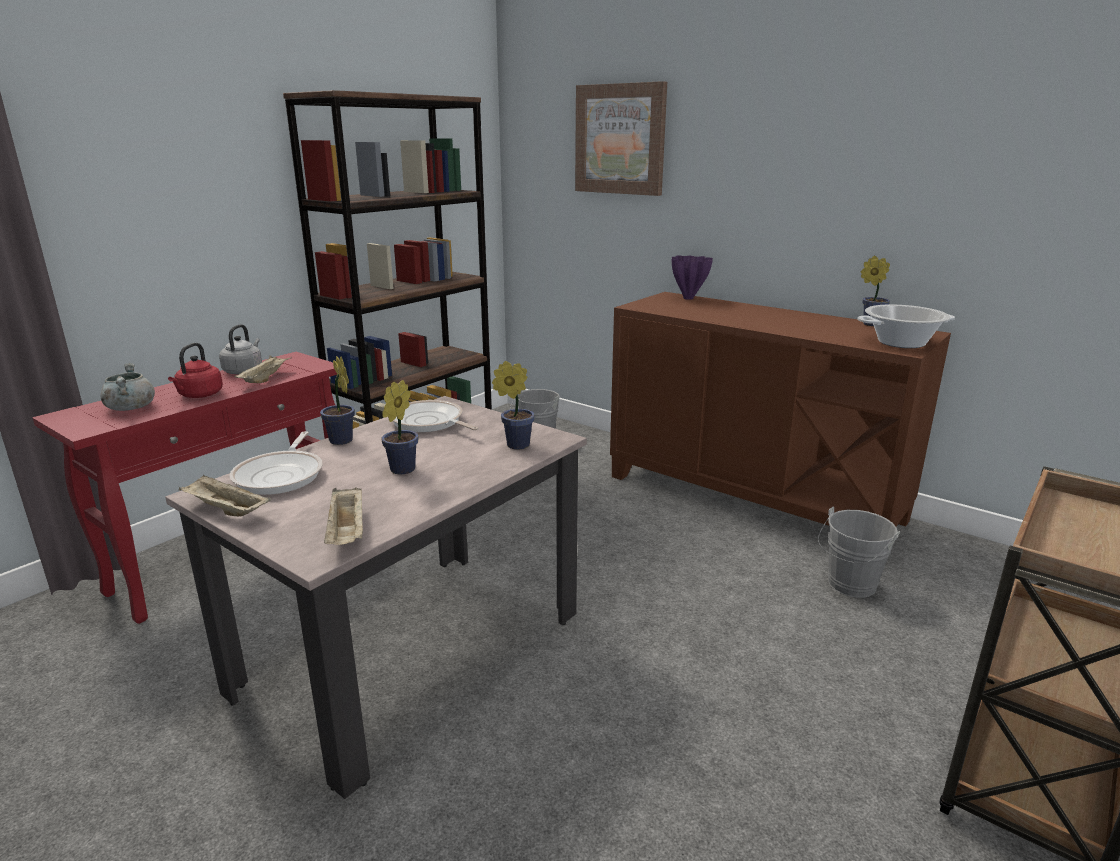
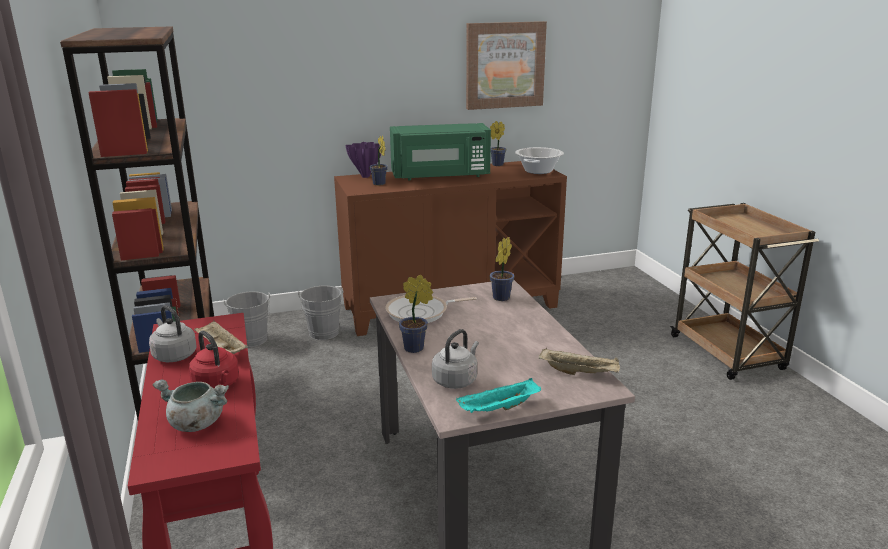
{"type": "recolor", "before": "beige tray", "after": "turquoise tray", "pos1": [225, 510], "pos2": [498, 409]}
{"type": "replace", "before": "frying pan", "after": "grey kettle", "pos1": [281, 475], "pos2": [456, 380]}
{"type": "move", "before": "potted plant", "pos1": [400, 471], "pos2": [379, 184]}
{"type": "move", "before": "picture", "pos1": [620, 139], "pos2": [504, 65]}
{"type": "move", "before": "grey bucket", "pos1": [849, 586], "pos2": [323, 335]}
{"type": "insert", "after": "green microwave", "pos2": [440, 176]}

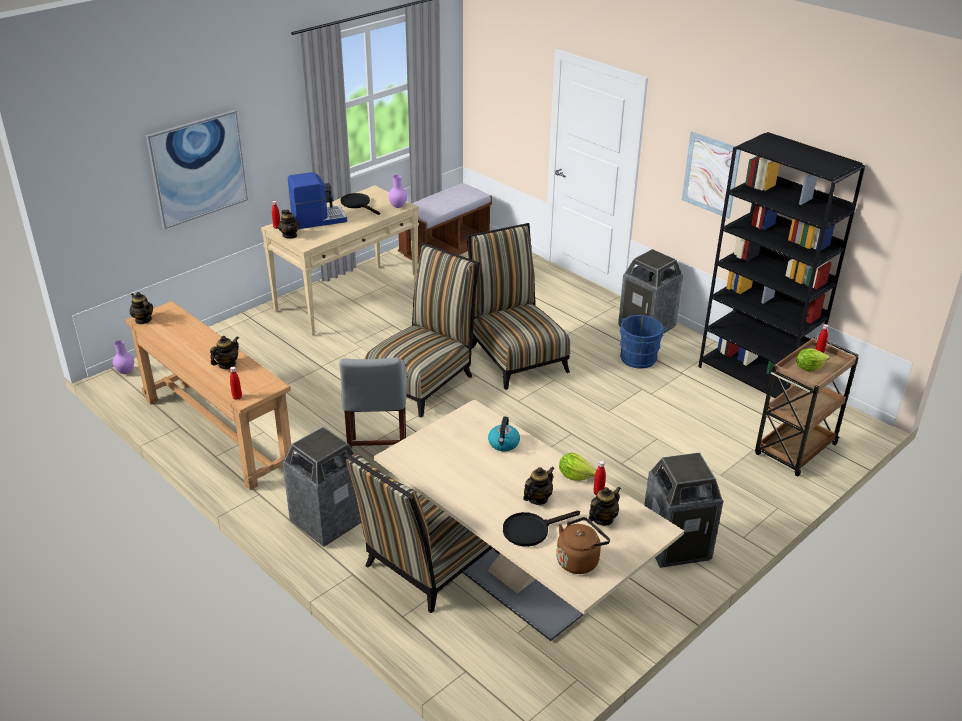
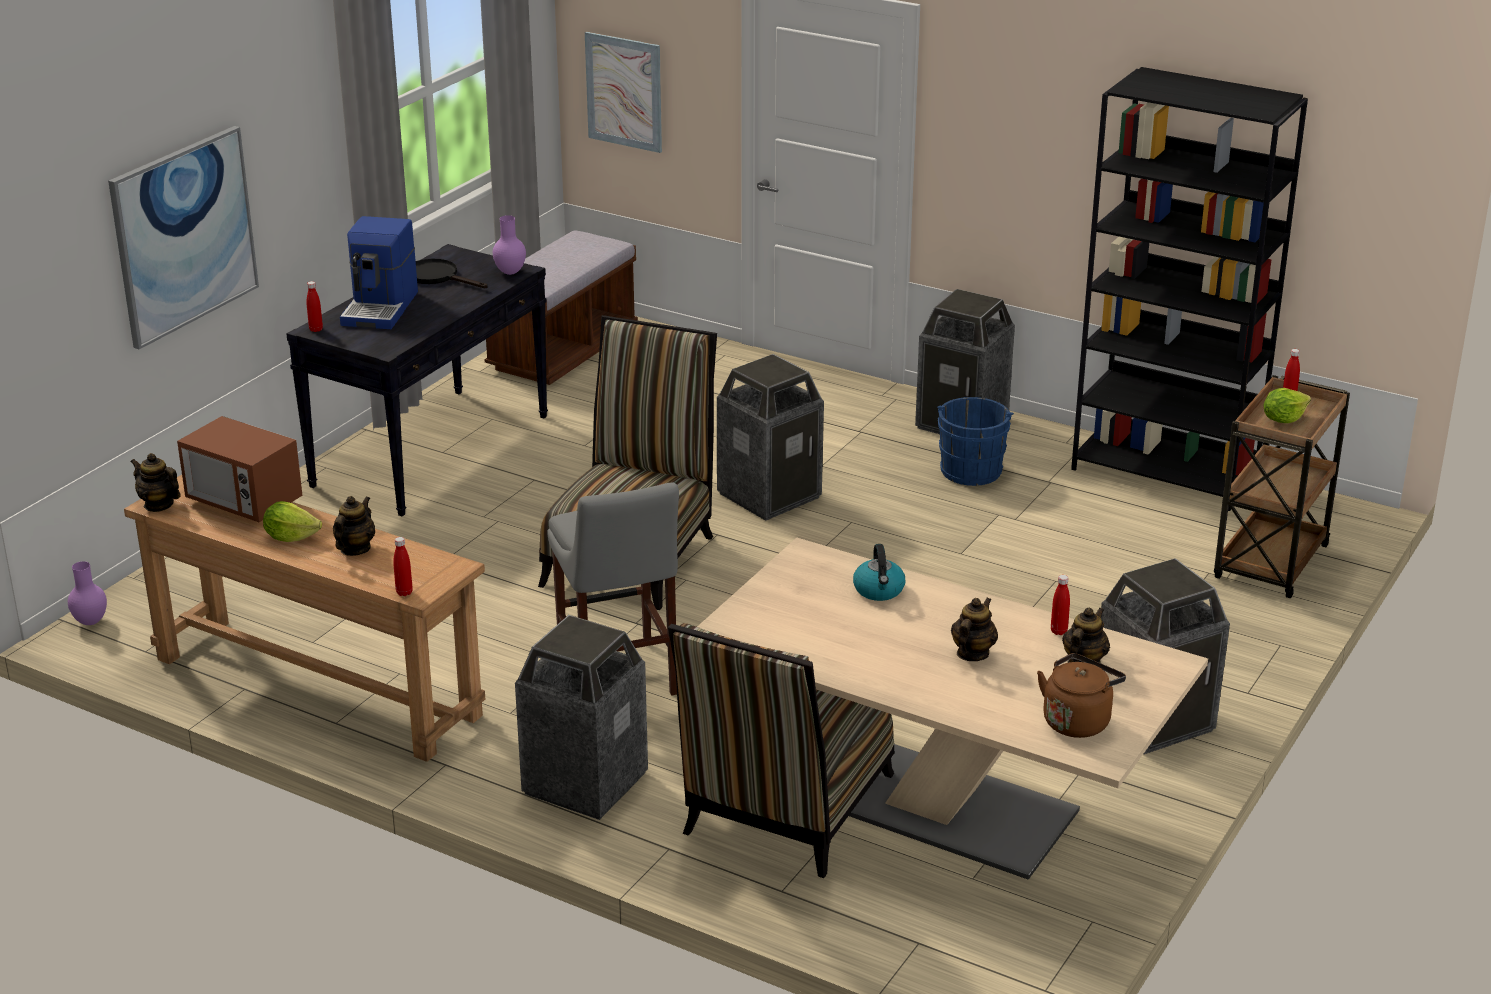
{"type": "recolor", "before": "beige console table", "after": "black console table", "pos1": [347, 298], "pos2": [431, 450]}
{"type": "delete", "before": "teapot", "pos1": [290, 235]}
{"type": "rotate", "before": "coffee machine", "pos1": [318, 219], "pos2": [381, 308], "turn": 135}
{"type": "replace", "before": "chair", "after": "trash can", "pos1": [515, 355], "pos2": [769, 495]}
{"type": "delete", "before": "black frying pan", "pos1": [531, 530]}
{"type": "move", "before": "lettuce", "pos1": [575, 476], "pos2": [291, 537]}
{"type": "move", "before": "picture", "pos1": [711, 174], "pos2": [624, 91]}
{"type": "insert", "after": "microwave", "pos2": [244, 502]}

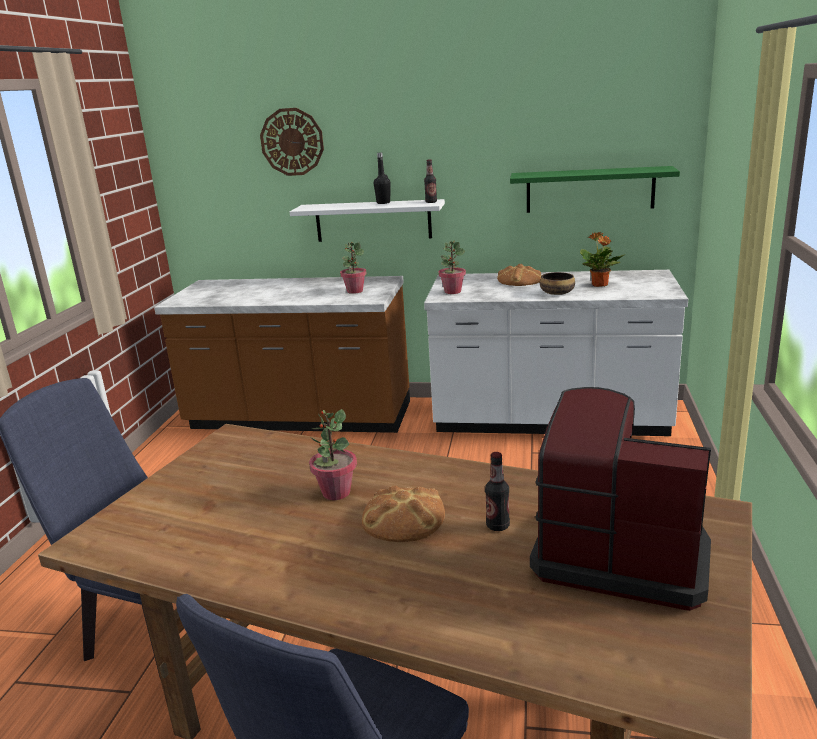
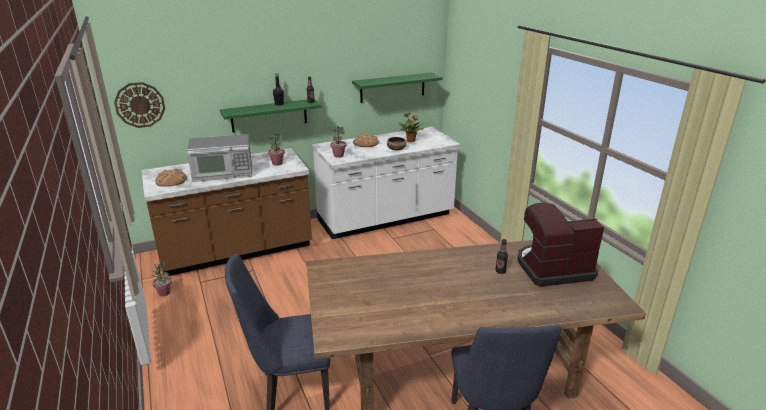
{"type": "move", "before": "wall clock", "pos1": [292, 142], "pos2": [140, 105]}
{"type": "recolor", "before": "white shelf", "after": "green shelf", "pos1": [373, 221], "pos2": [269, 115]}
{"type": "move", "before": "potted plant", "pos1": [336, 492], "pos2": [164, 293]}
{"type": "move", "before": "bread", "pos1": [404, 518], "pos2": [171, 180]}
{"type": "insert", "after": "microwave", "pos2": [223, 173]}

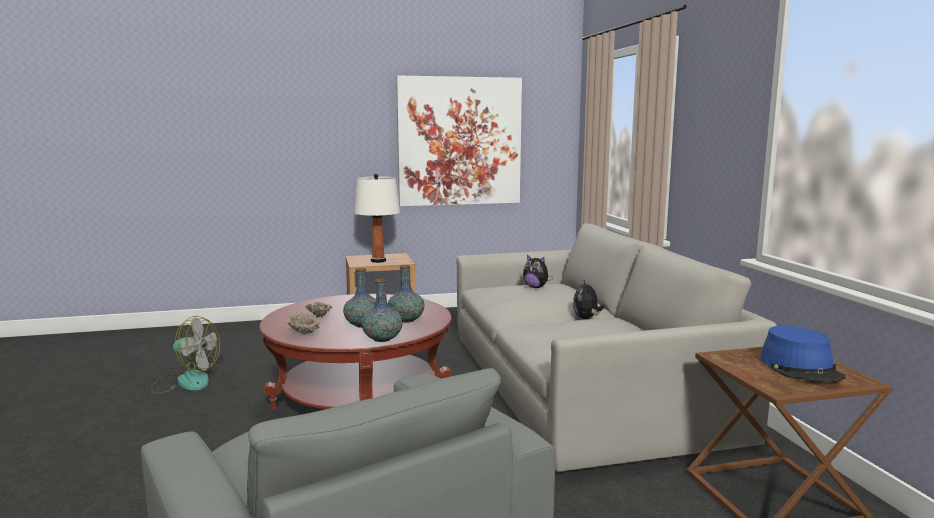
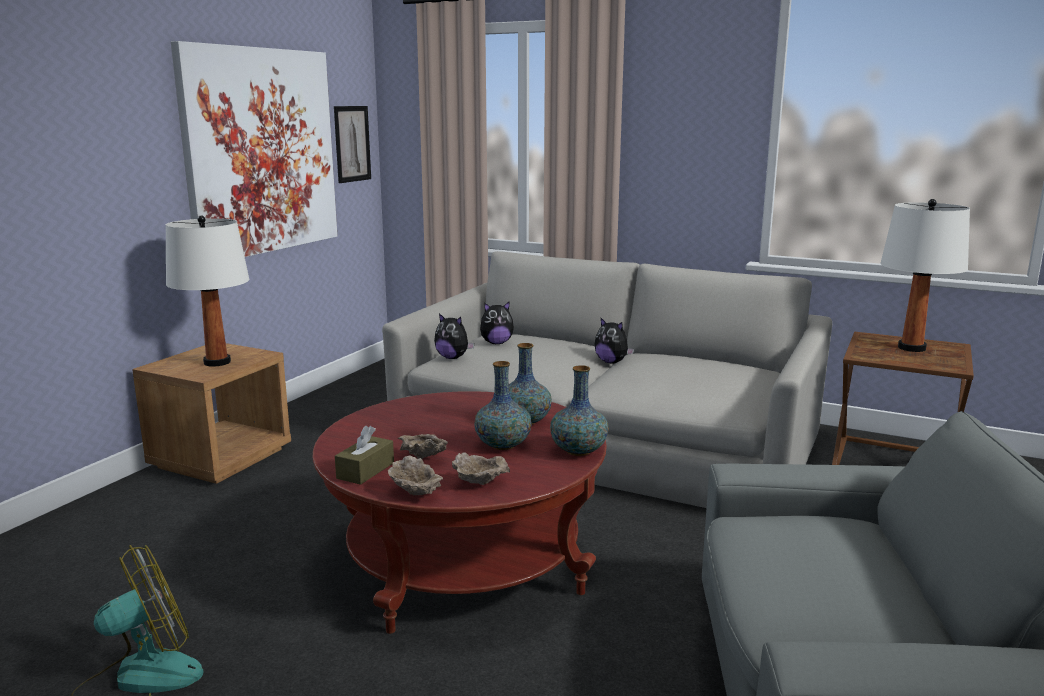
{"type": "replace", "before": "blue hat", "after": "white table lamp", "pos1": [801, 367], "pos2": [911, 348]}
{"type": "insert", "after": "picture", "pos2": [352, 144]}
{"type": "insert", "after": "brown tissue box", "pos2": [365, 470]}
{"type": "insert", "after": "beige bowl", "pos2": [415, 494]}
{"type": "insert", "after": "plush toy", "pos2": [453, 357]}

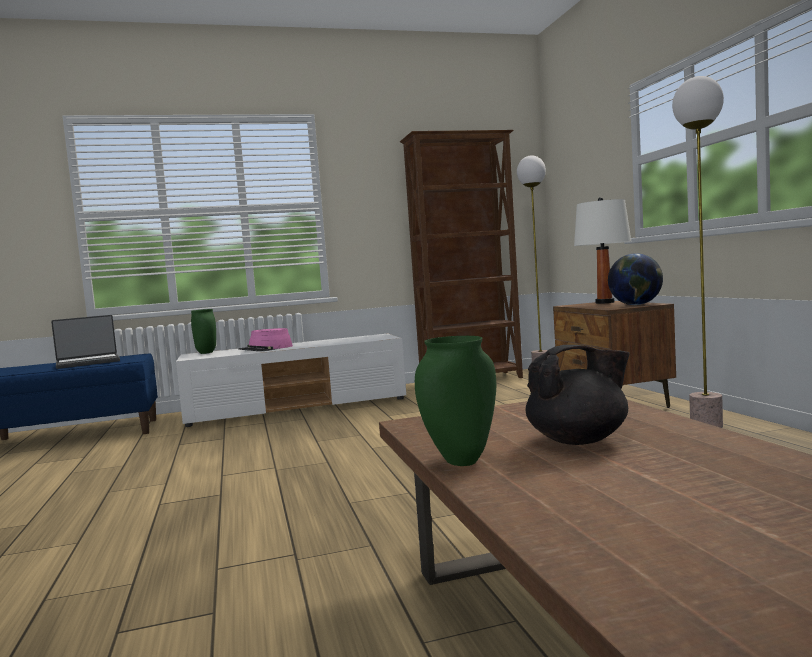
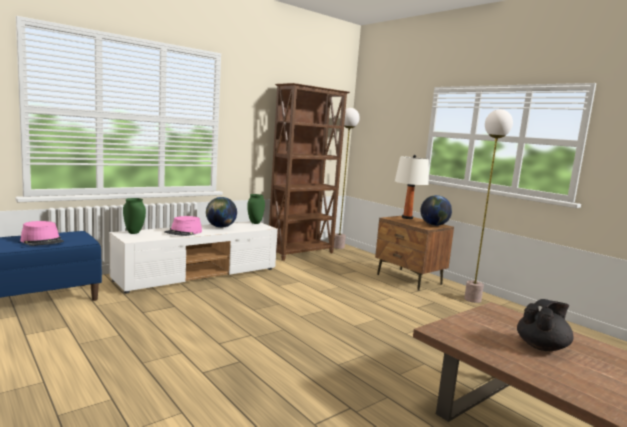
{"type": "replace", "before": "laptop", "after": "pink hat", "pos1": [88, 362], "pos2": [42, 241]}
{"type": "move", "before": "green vase", "pos1": [461, 461], "pos2": [255, 223]}
{"type": "insert", "after": "globe", "pos2": [220, 227]}

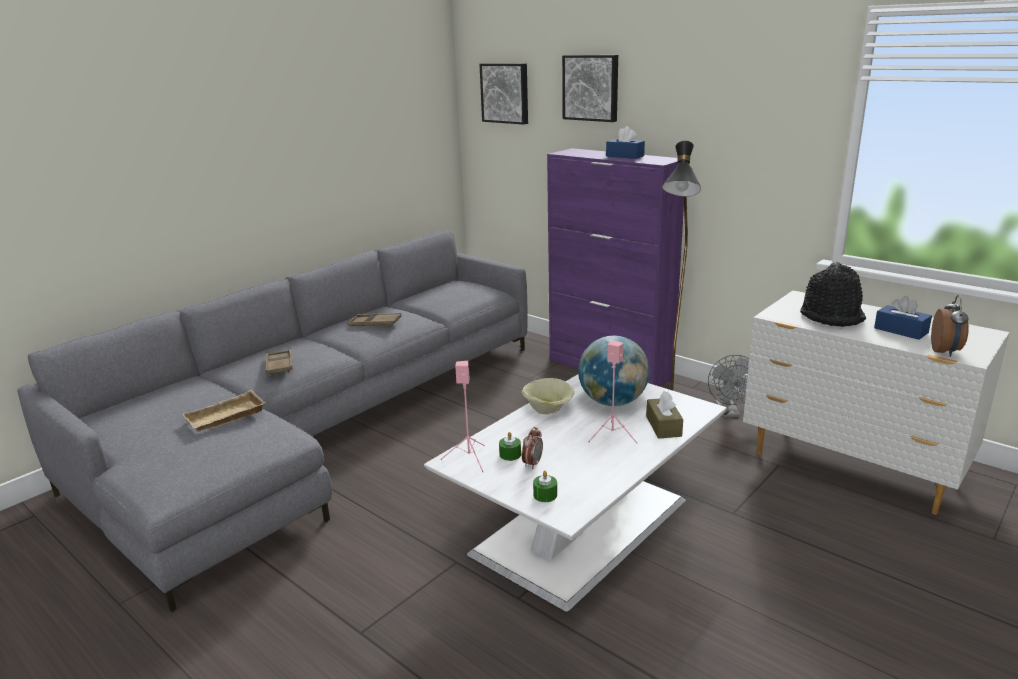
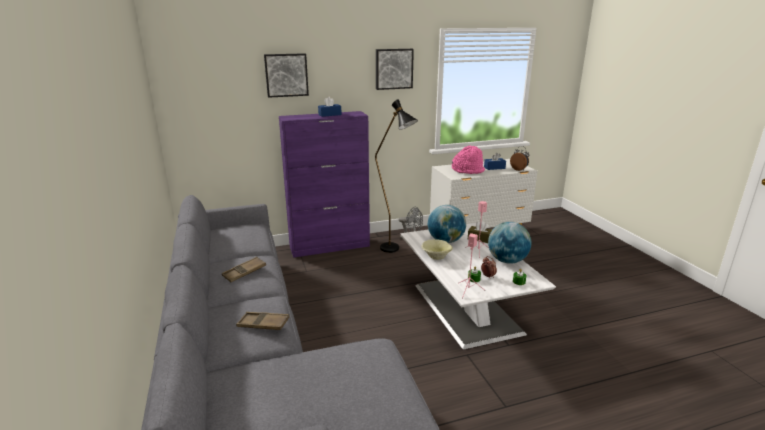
{"type": "delete", "before": "beige tray", "pos1": [225, 418]}
{"type": "move", "before": "picture", "pos1": [505, 93], "pos2": [393, 69]}
{"type": "recolor", "before": "black hat", "after": "pink hat", "pos1": [832, 316], "pos2": [468, 170]}
{"type": "insert", "after": "globe", "pos2": [507, 261]}

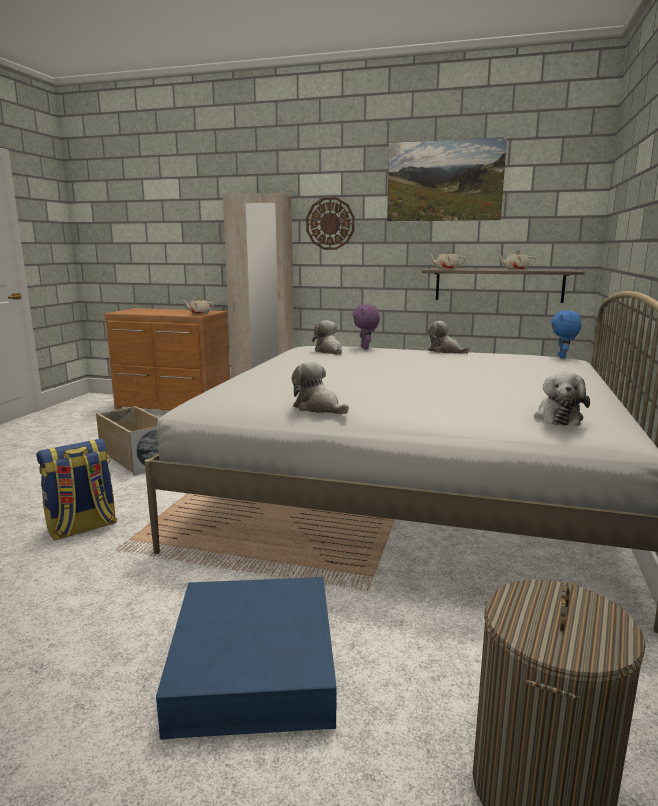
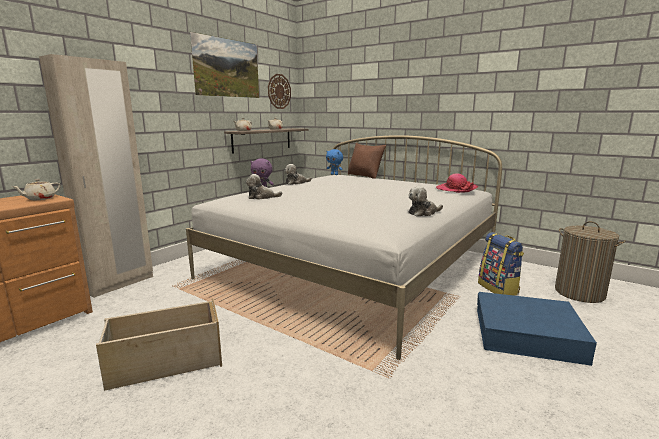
{"type": "move", "before": "backpack", "pos1": [82, 528], "pos2": [498, 289]}
{"type": "move", "before": "wall clock", "pos1": [330, 223], "pos2": [279, 91]}
{"type": "replace", "before": "plush toy", "after": "hat", "pos1": [558, 417], "pos2": [456, 189]}
{"type": "insert", "after": "brown pillow", "pos2": [365, 176]}

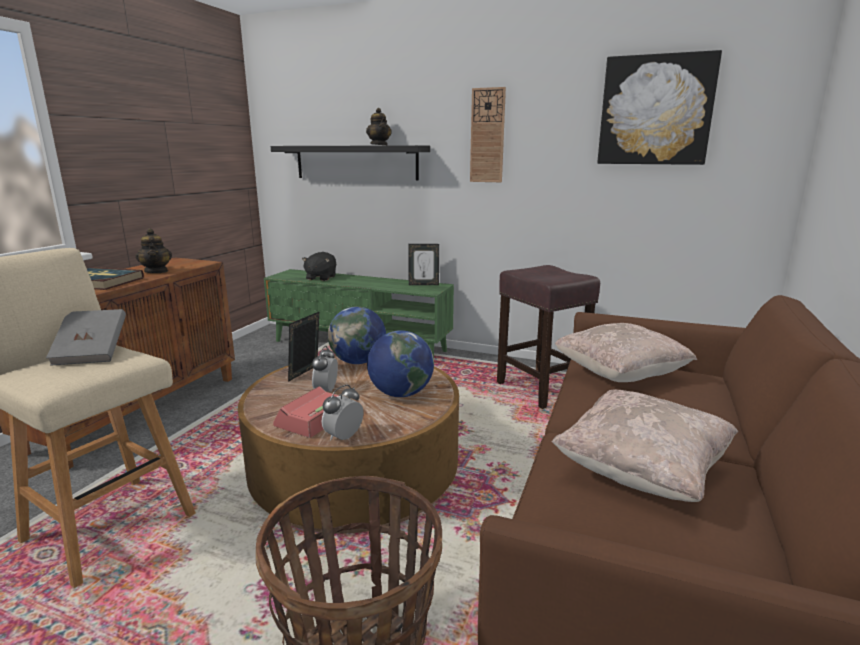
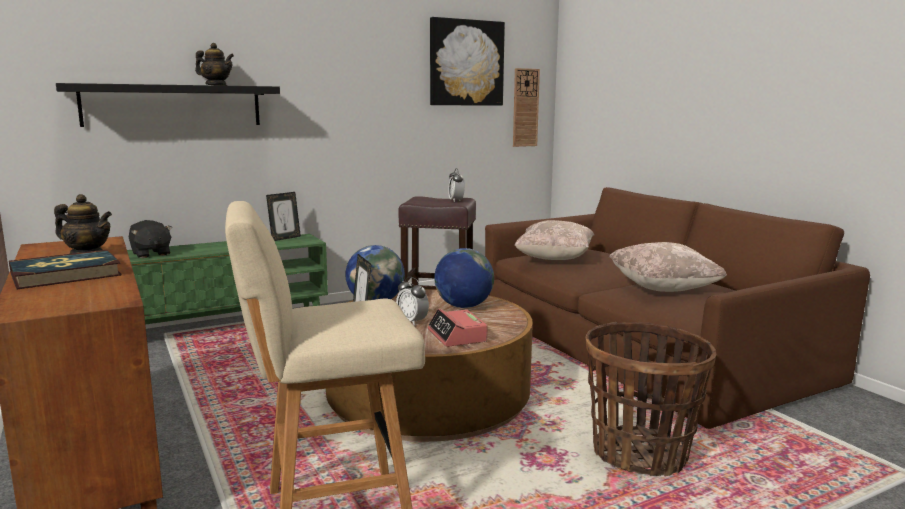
{"type": "delete", "before": "grey book", "pos1": [92, 353]}
{"type": "move", "before": "alarm clock", "pos1": [344, 437], "pos2": [456, 201]}
{"type": "move", "before": "wall clock", "pos1": [487, 136], "pos2": [525, 107]}

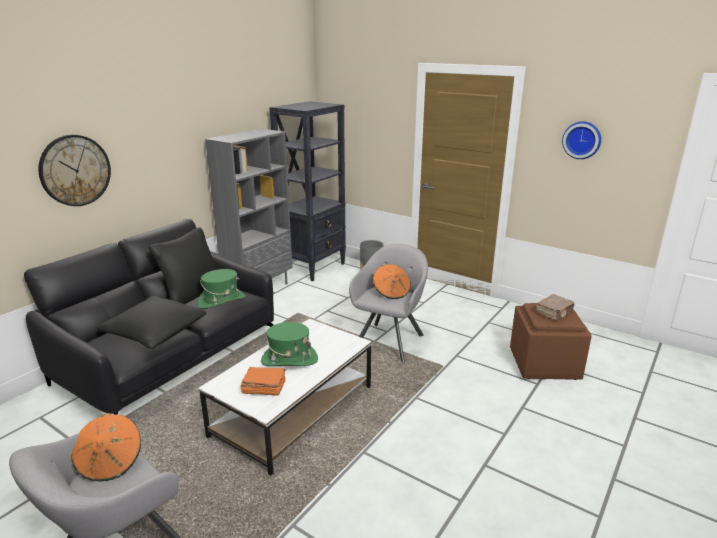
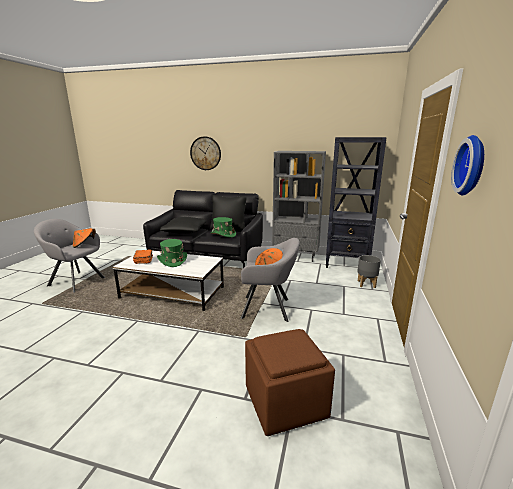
{"type": "delete", "before": "brown book", "pos1": [554, 313]}

